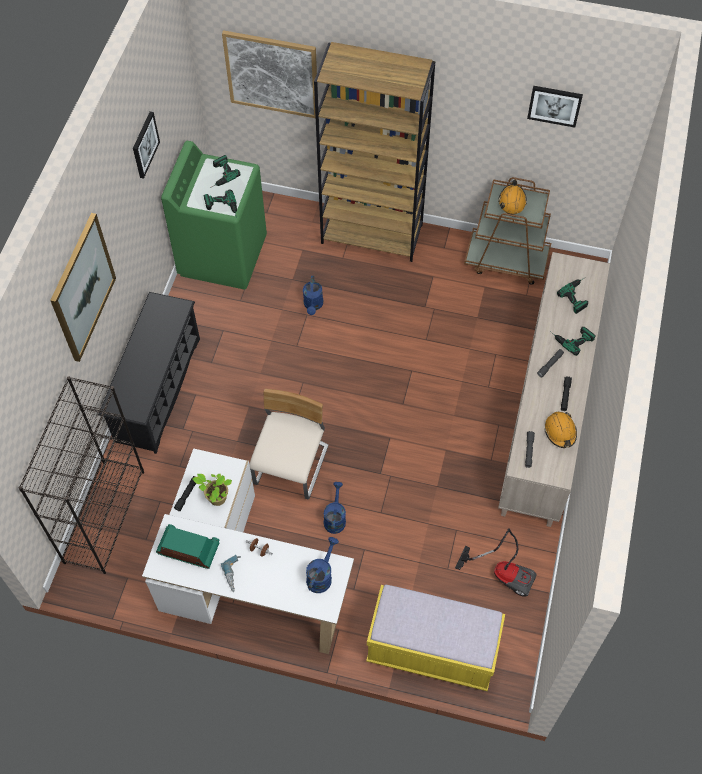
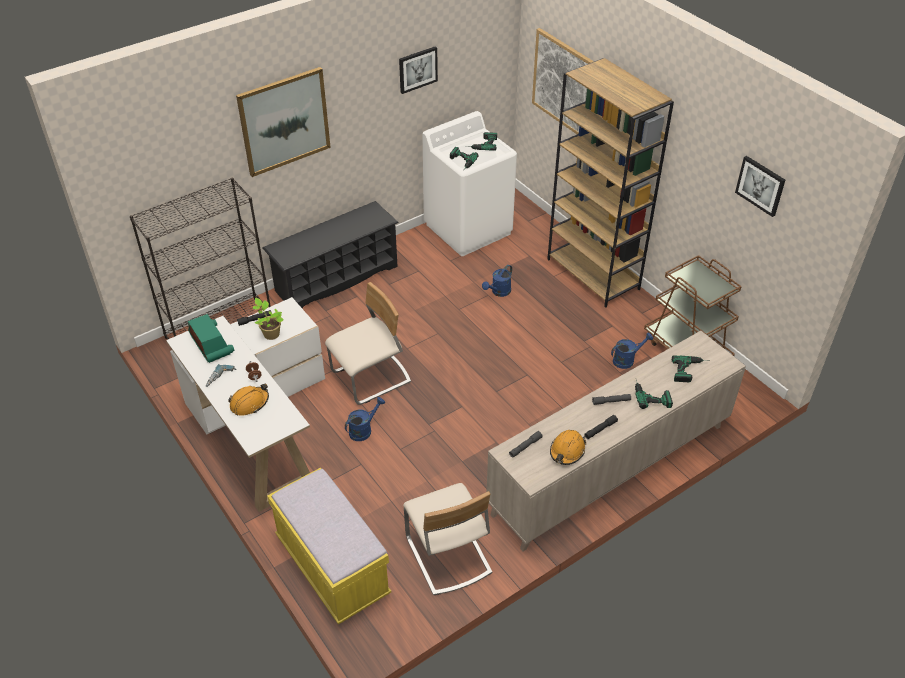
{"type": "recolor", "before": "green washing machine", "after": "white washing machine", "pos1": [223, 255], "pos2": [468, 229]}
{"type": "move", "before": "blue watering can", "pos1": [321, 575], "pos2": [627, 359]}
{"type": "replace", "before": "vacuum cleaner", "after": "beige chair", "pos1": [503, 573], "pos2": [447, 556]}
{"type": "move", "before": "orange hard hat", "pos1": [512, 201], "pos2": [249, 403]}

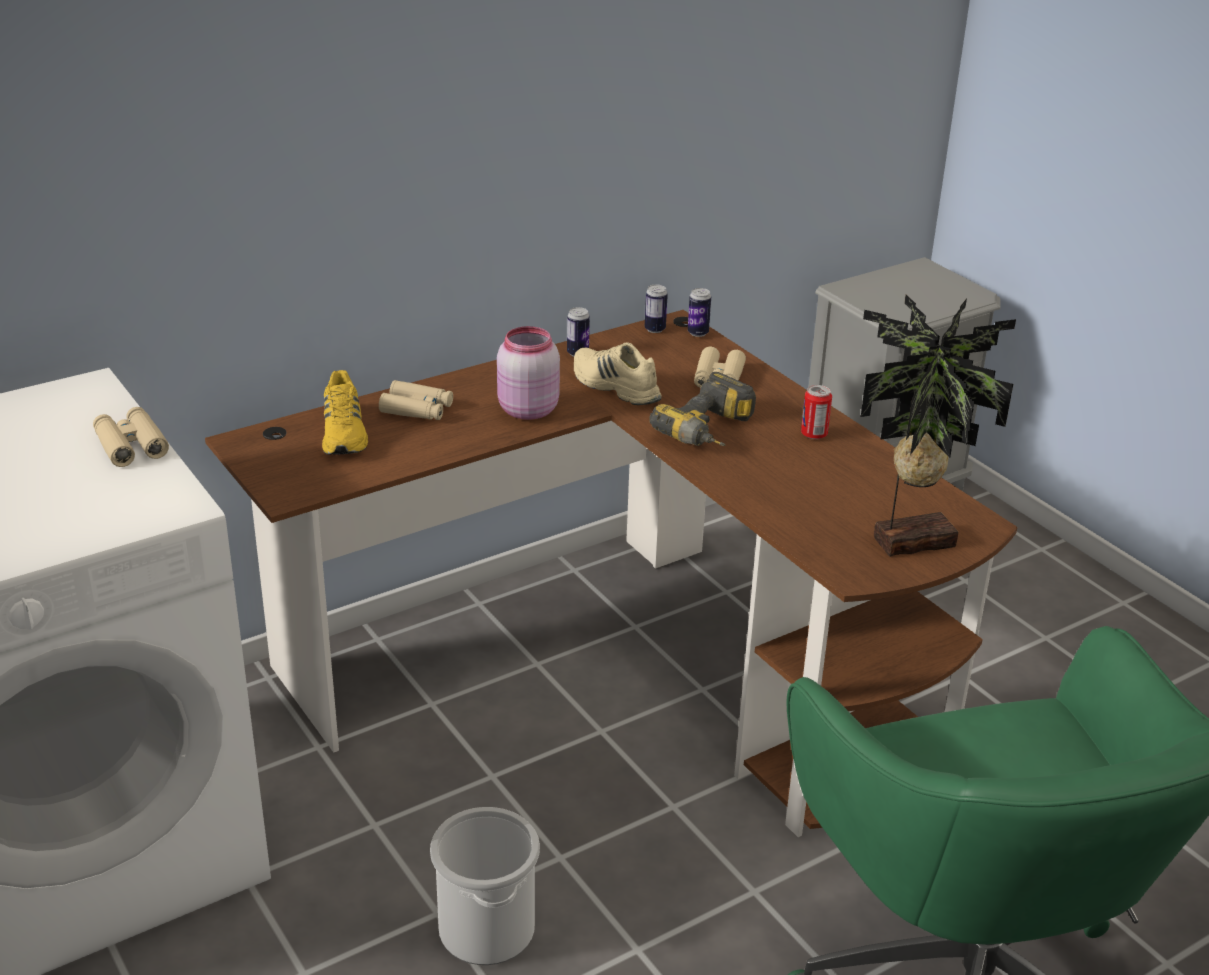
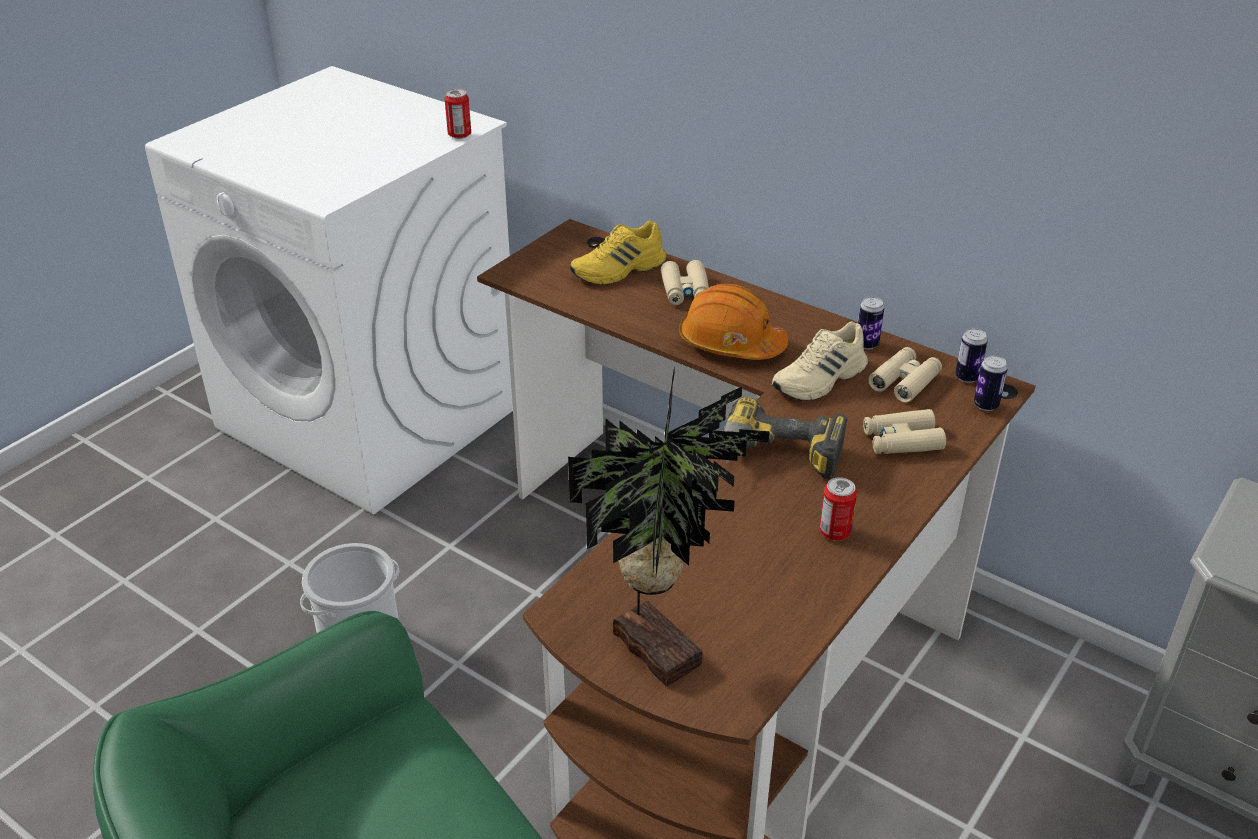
{"type": "move", "before": "beige binoculars", "pos1": [131, 445], "pos2": [904, 381]}
{"type": "replace", "before": "pink jar", "after": "orange hard hat", "pos1": [526, 410], "pos2": [730, 343]}
{"type": "rotate", "before": "beige shoe", "pos1": [614, 386], "pos2": [820, 380], "turn": -150}
{"type": "insert", "after": "can", "pos2": [459, 135]}

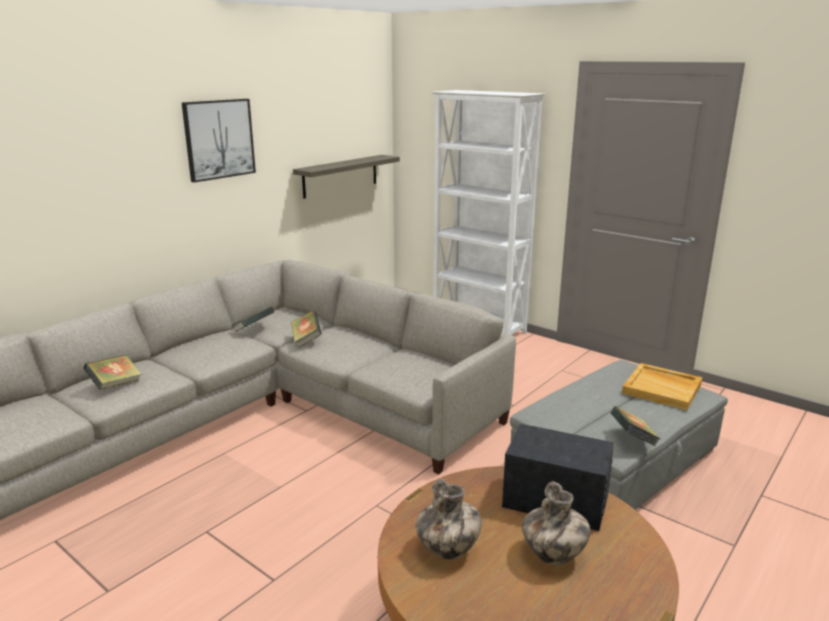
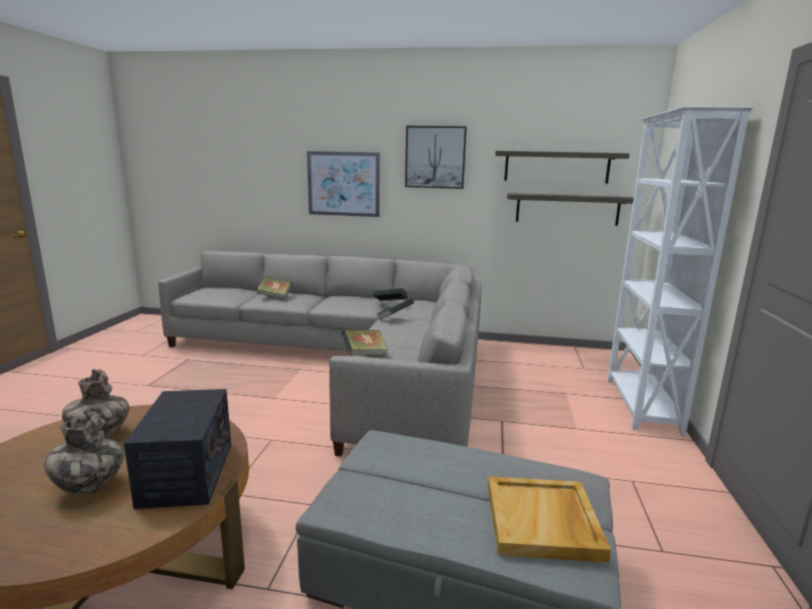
{"type": "move", "before": "book", "pos1": [632, 440], "pos2": [364, 355]}
{"type": "insert", "after": "picture", "pos2": [343, 184]}
{"type": "insert", "after": "shelf", "pos2": [556, 167]}

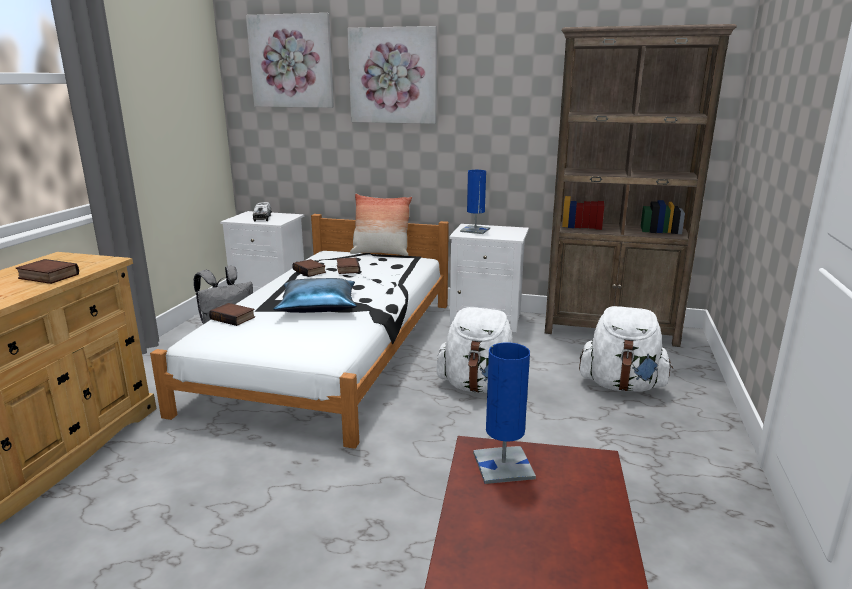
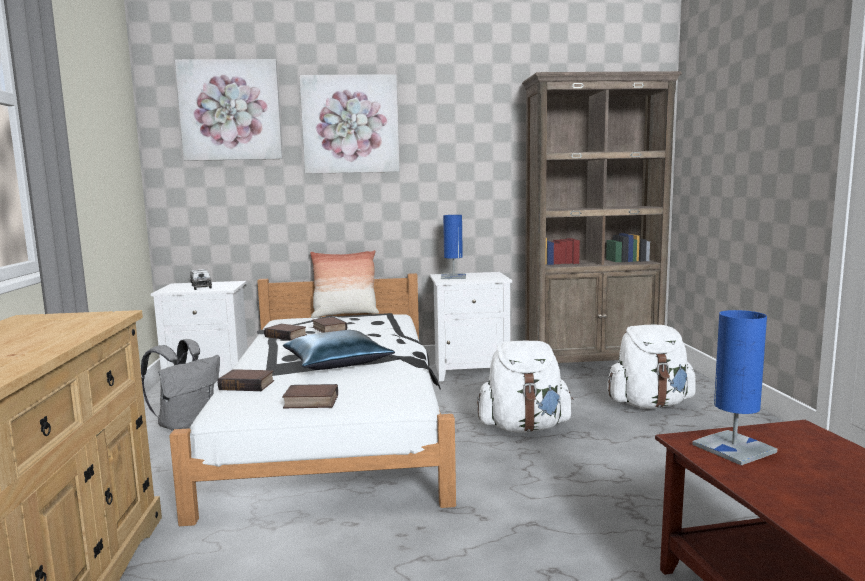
{"type": "move", "before": "book", "pos1": [47, 276], "pos2": [310, 402]}

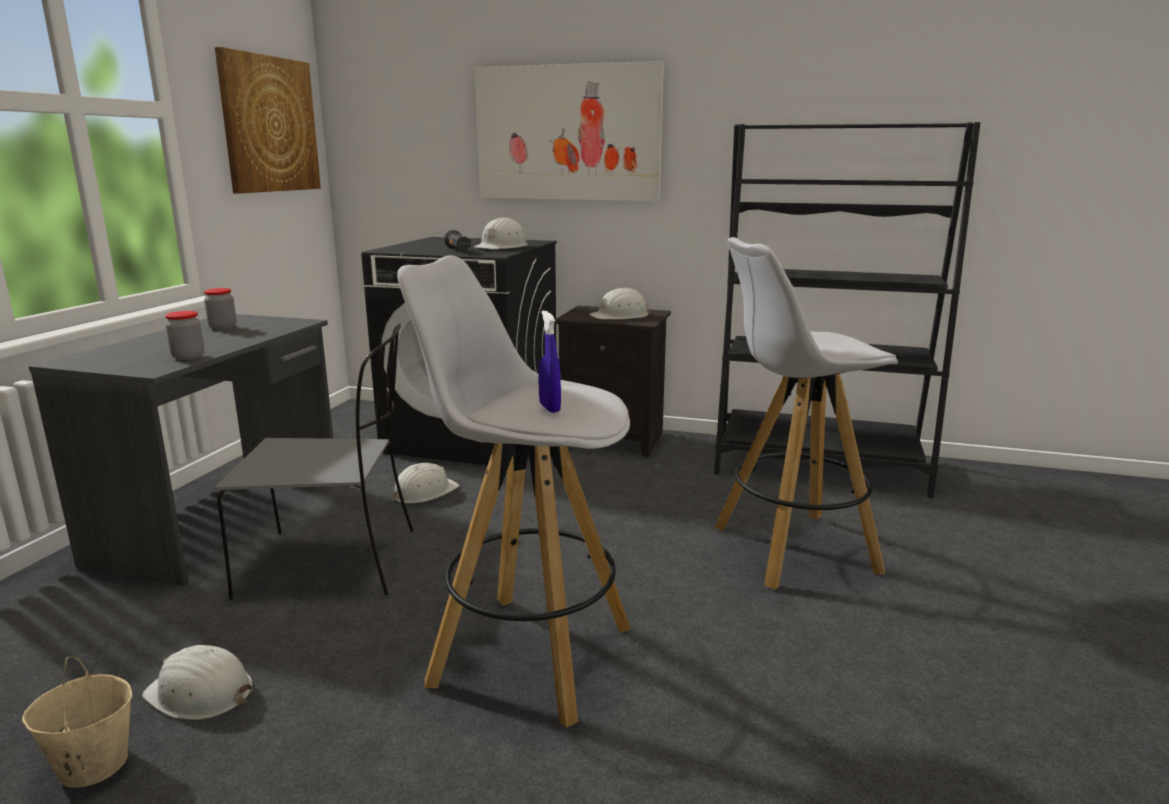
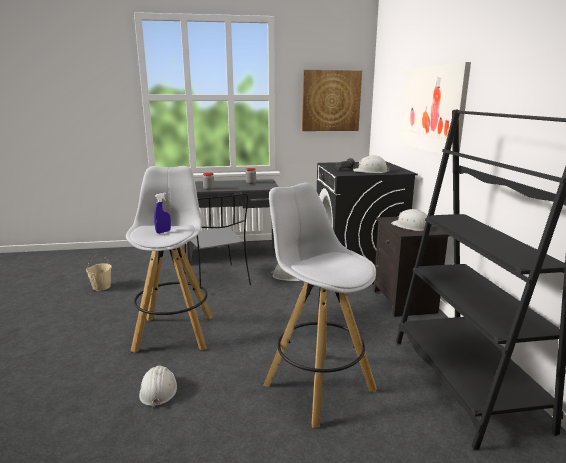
{"type": "move", "before": "white hard hat", "pos1": [200, 693], "pos2": [158, 389]}

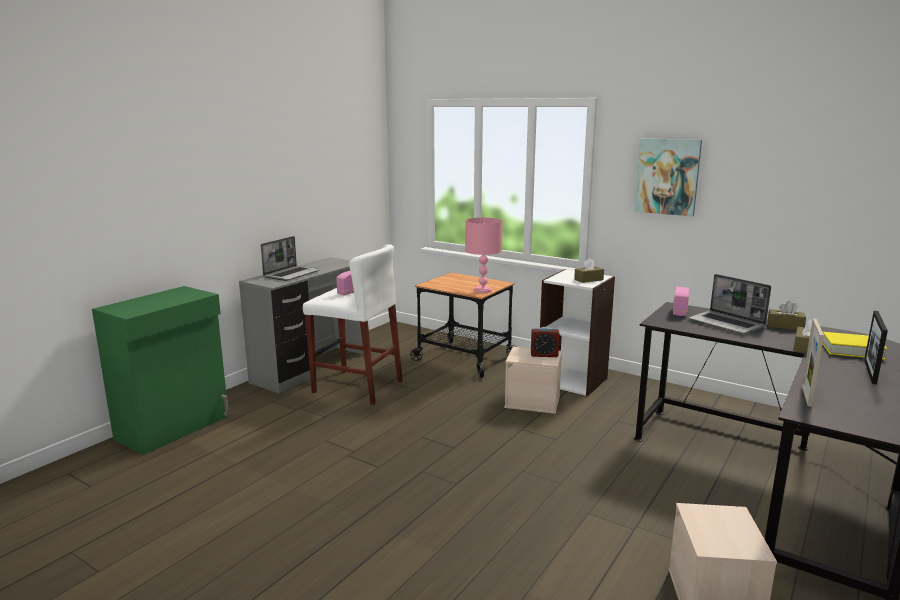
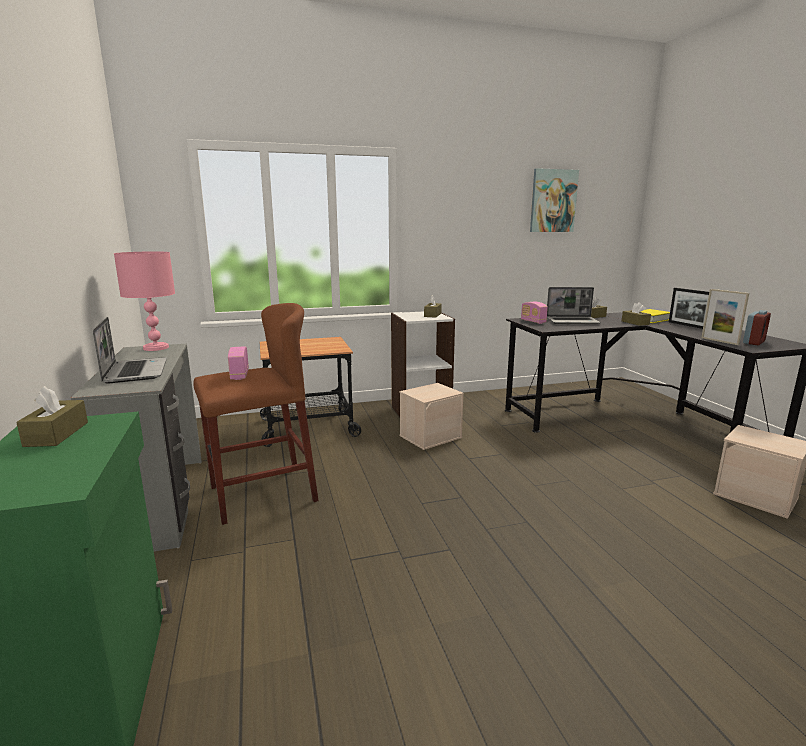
{"type": "recolor", "before": "white stool", "after": "brown stool", "pos1": [357, 387], "pos2": [263, 494]}
{"type": "move", "before": "pink table lamp", "pos1": [482, 290], "pos2": [156, 348]}
{"type": "move", "before": "alarm clock", "pos1": [544, 355], "pos2": [753, 342]}
{"type": "move", "before": "picture", "pos1": [667, 176], "pos2": [553, 201]}
{"type": "insert", "after": "brown tissue box", "pos2": [57, 434]}

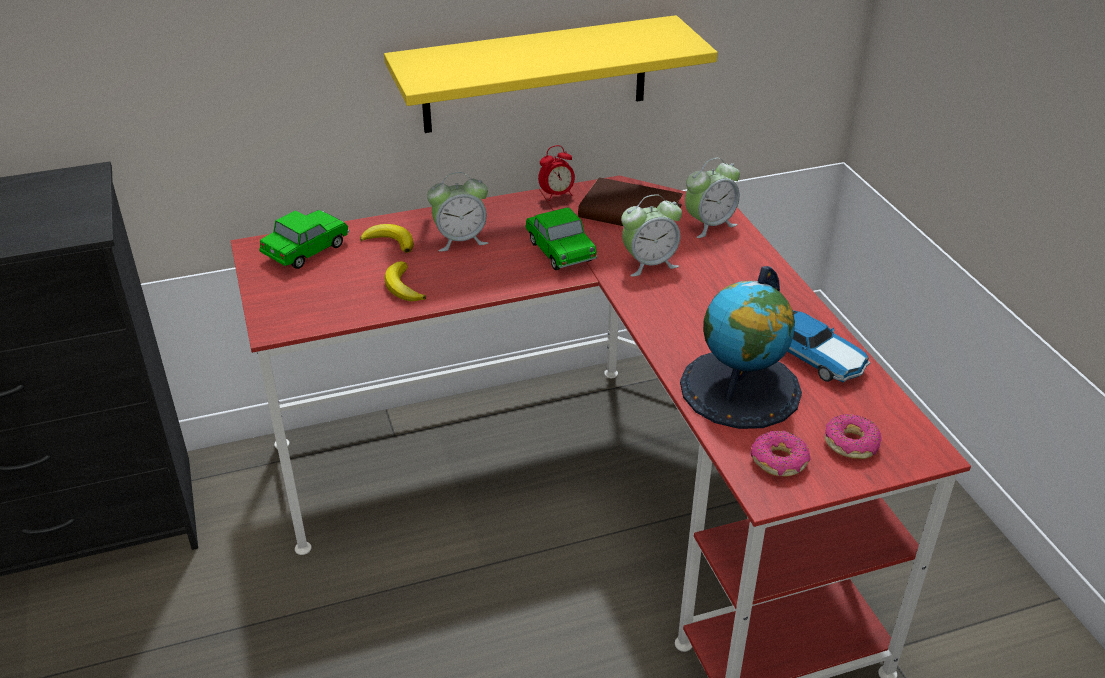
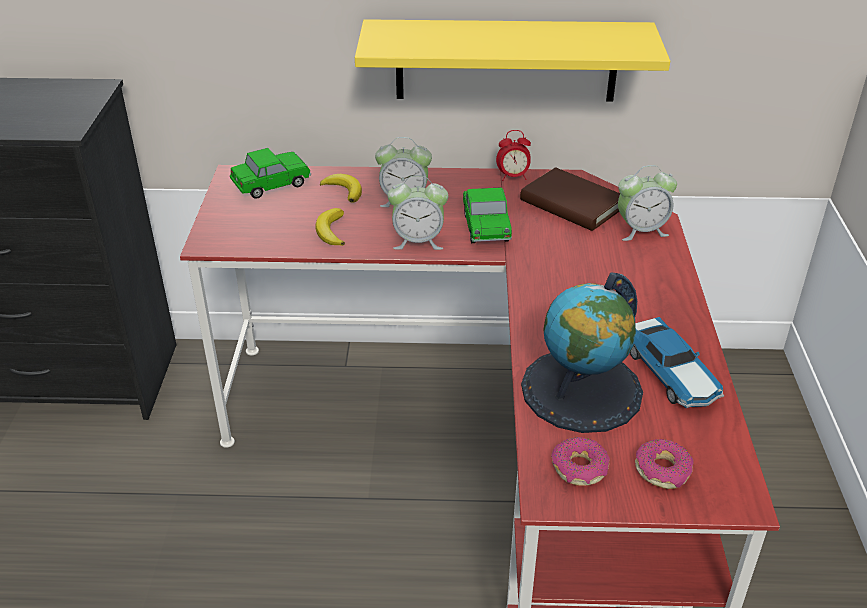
{"type": "move", "before": "alarm clock", "pos1": [649, 264], "pos2": [418, 241]}

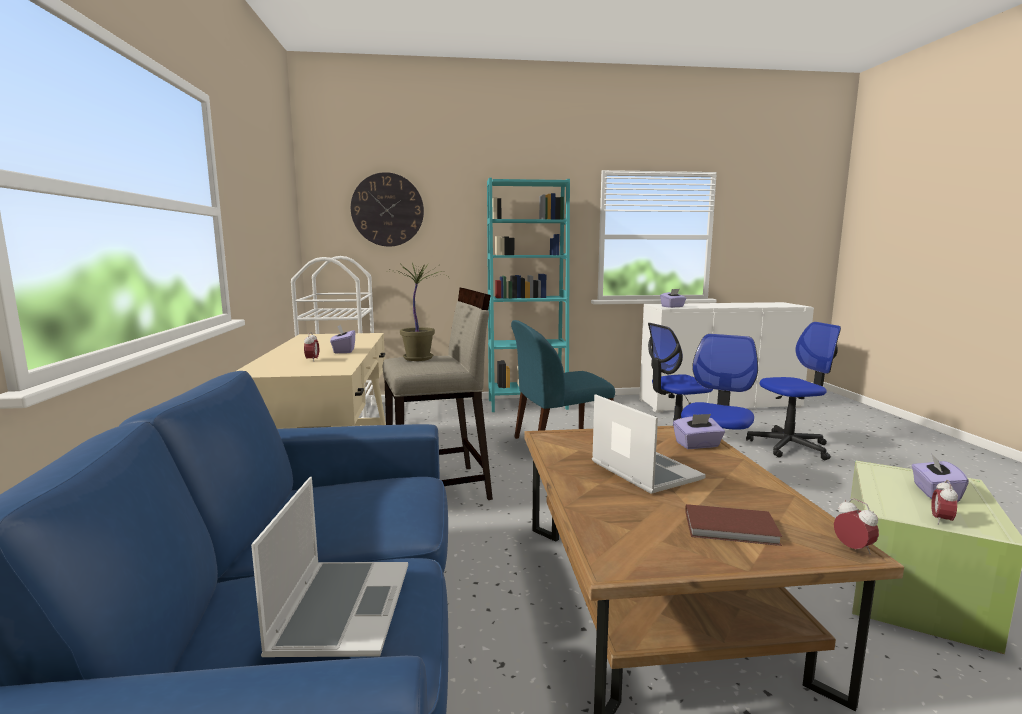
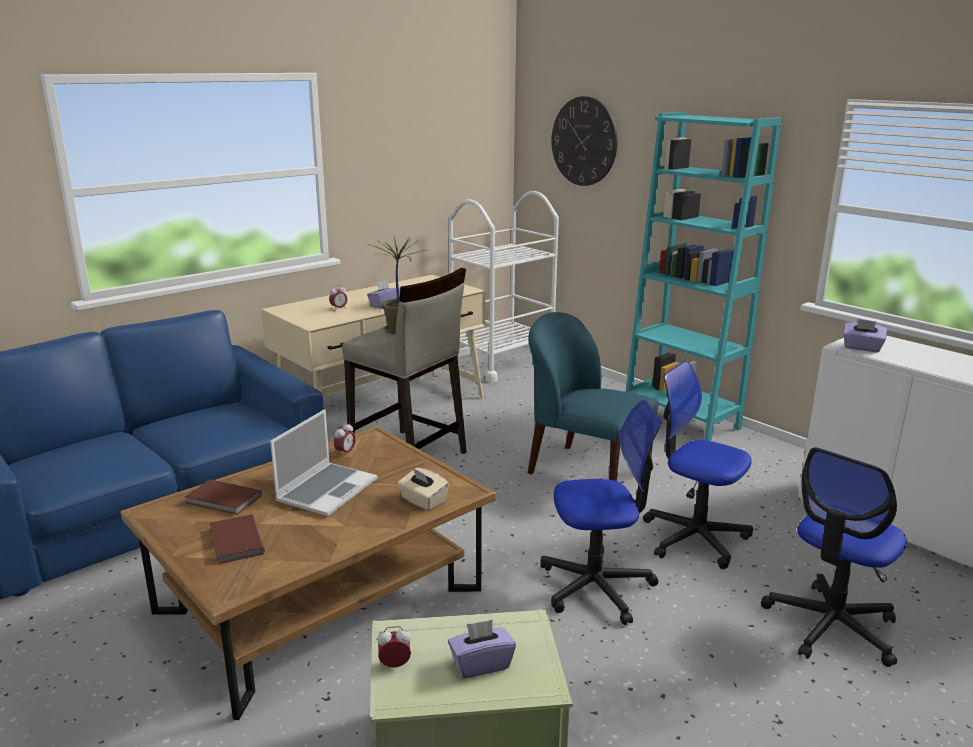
{"type": "delete", "before": "laptop", "pos1": [341, 608]}
{"type": "recolor", "before": "purple tissue box", "after": "beige tissue box", "pos1": [697, 445], "pos2": [423, 501]}
{"type": "rotate", "before": "office chair", "pos1": [789, 446], "pos2": [831, 626], "turn": 90}
{"type": "move", "before": "alarm clock", "pos1": [853, 549], "pos2": [345, 453]}
{"type": "insert", "after": "brown book", "pos2": [223, 500]}

